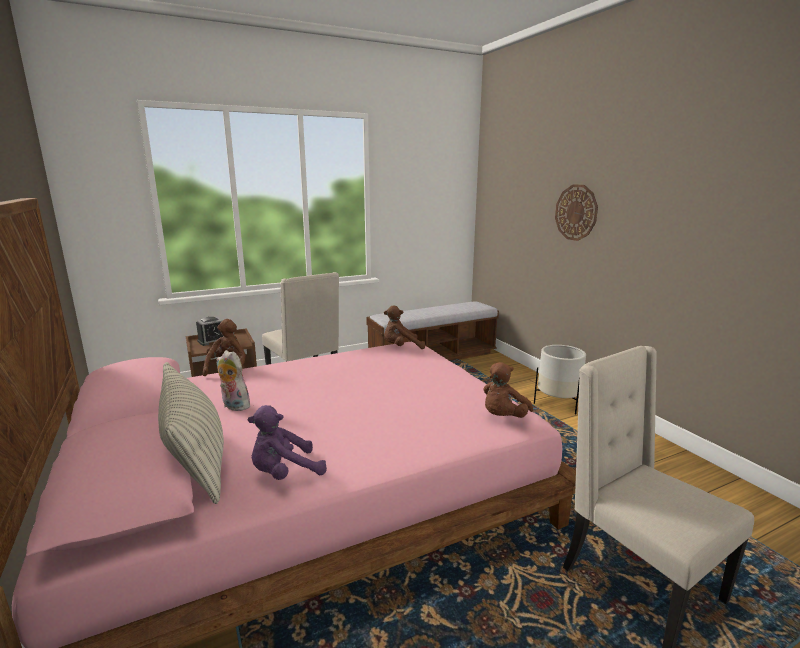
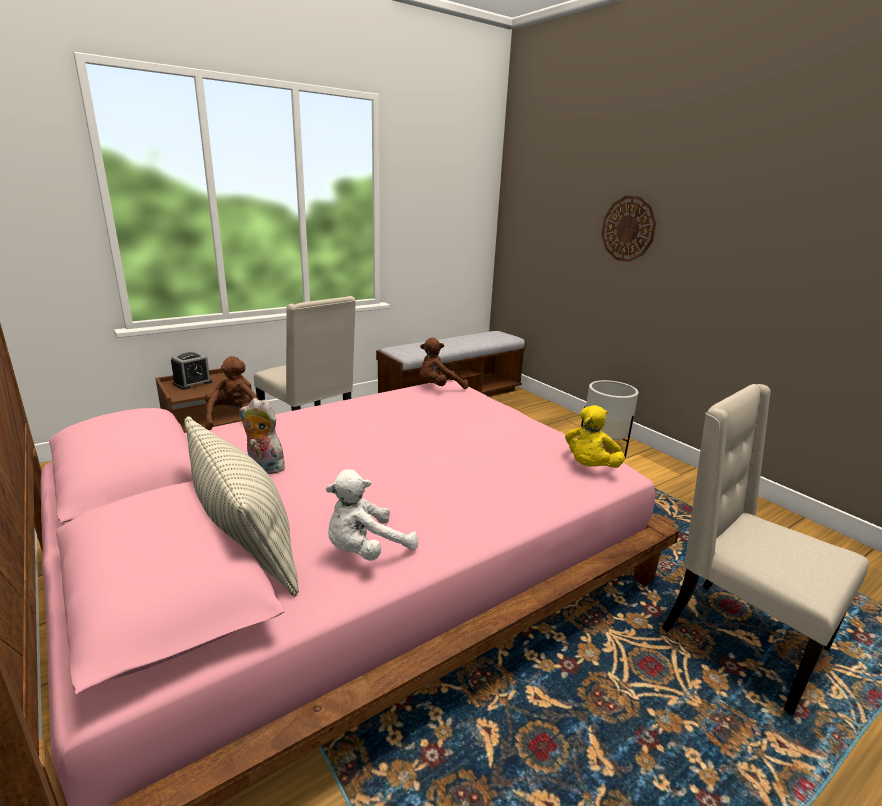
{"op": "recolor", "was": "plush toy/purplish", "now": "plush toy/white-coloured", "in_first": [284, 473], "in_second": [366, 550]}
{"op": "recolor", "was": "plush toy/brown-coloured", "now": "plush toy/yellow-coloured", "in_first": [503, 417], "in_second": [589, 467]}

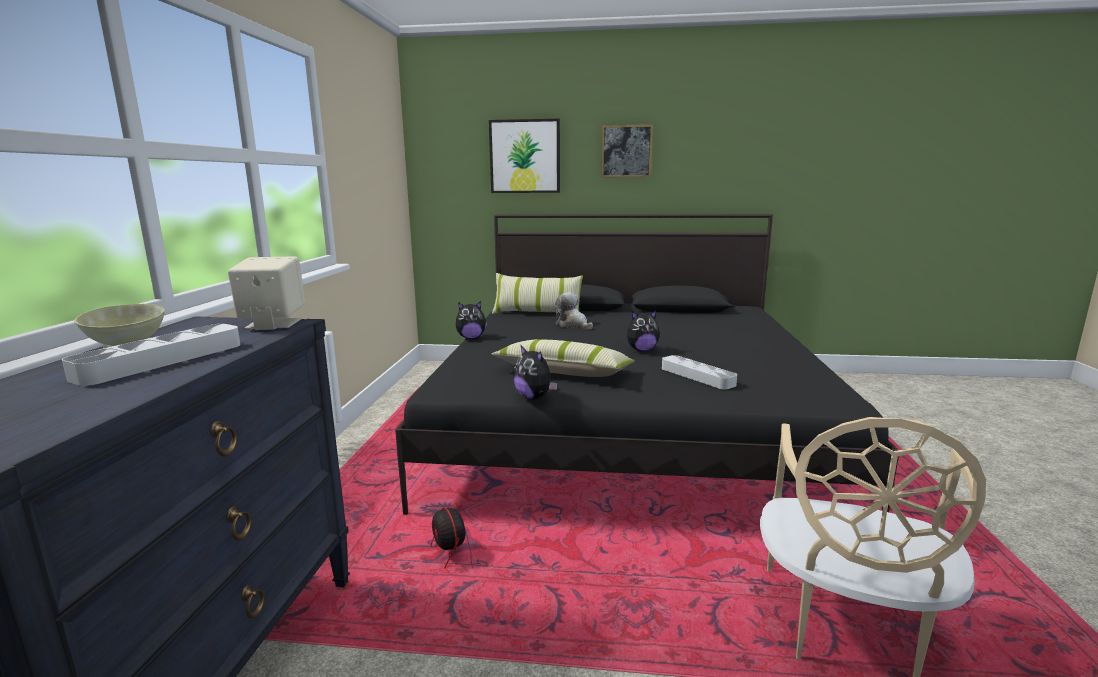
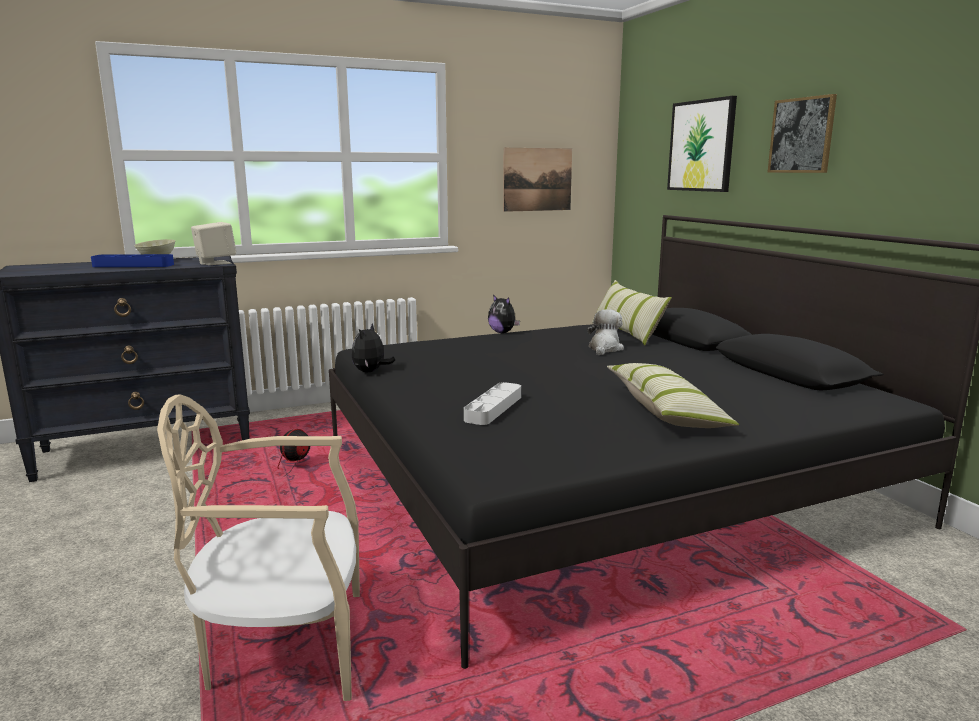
{"op": "delete", "was": "plush toy", "in_first": [641, 350]}
{"op": "insert", "now": "wall picture", "in_second": [537, 179]}
{"op": "move", "was": "cushion", "in_first": [564, 372], "in_second": [665, 411]}
{"op": "recolor", "was": "tray/greyish", "now": "tray/blue-coloured", "in_first": [162, 360], "in_second": [133, 265]}

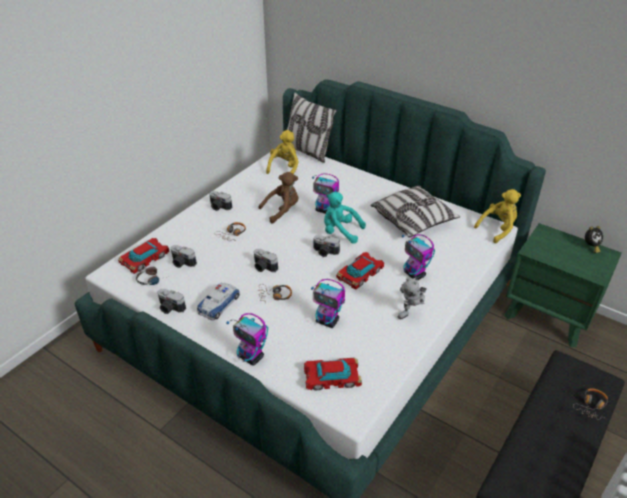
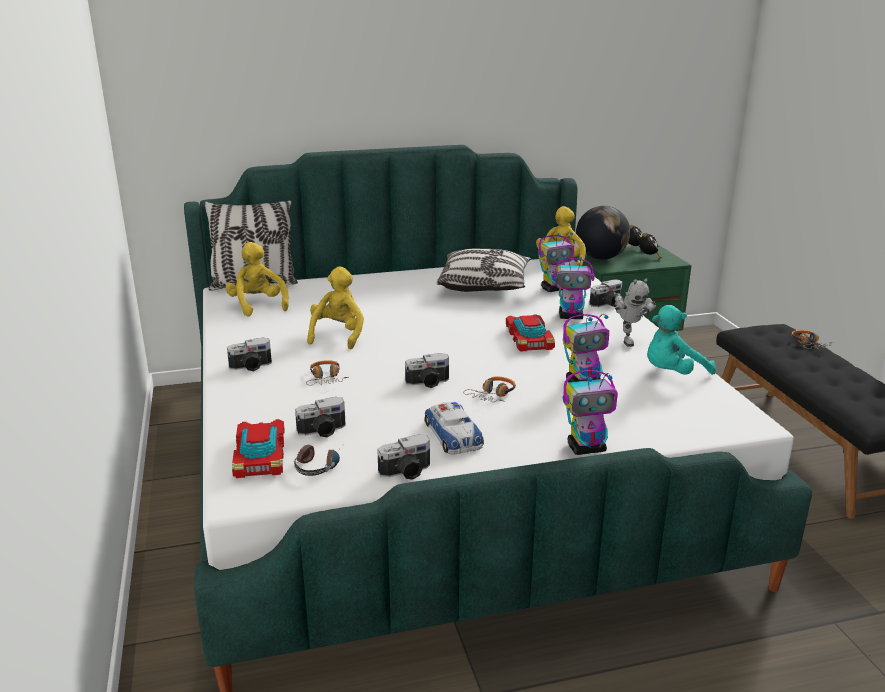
{"op": "delete", "was": "miniature car", "in_first": [332, 377]}
{"op": "insert", "now": "desk globe", "in_second": [600, 258]}
{"op": "insert", "now": "alarm clock", "in_second": [648, 257]}
{"op": "move", "was": "toy robot", "in_first": [325, 210], "in_second": [555, 289]}
{"op": "move", "was": "photo camera", "in_first": [325, 252], "in_second": [608, 304]}
{"op": "move", "was": "plush toy/turquoise-coloured", "in_first": [340, 232], "in_second": [672, 373]}
{"op": "recolor", "was": "plush toy/brown-coloured", "now": "plush toy/yellow-coloured", "in_first": [282, 210], "in_second": [338, 335]}

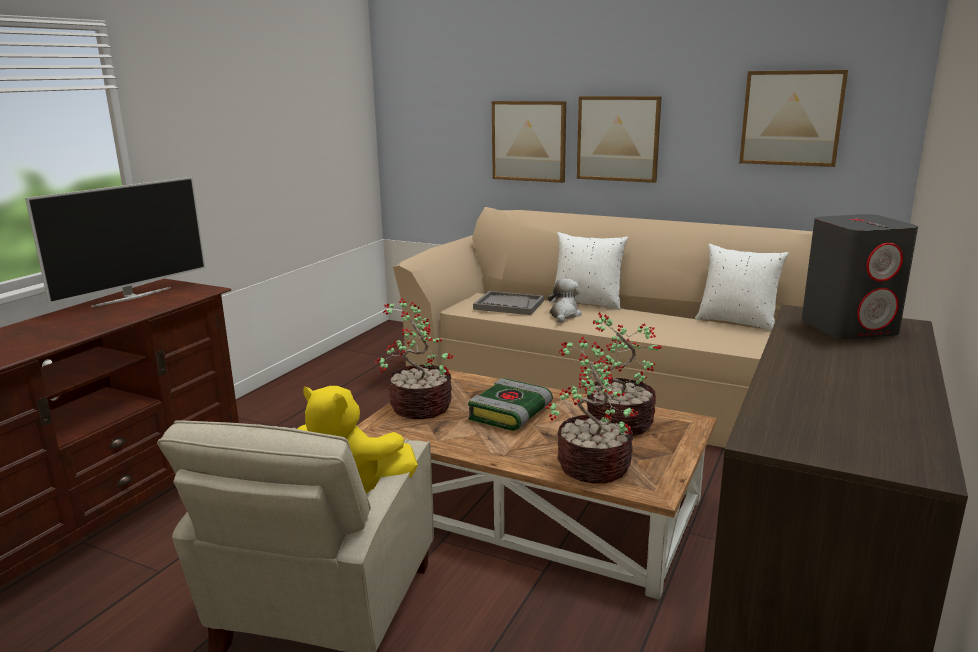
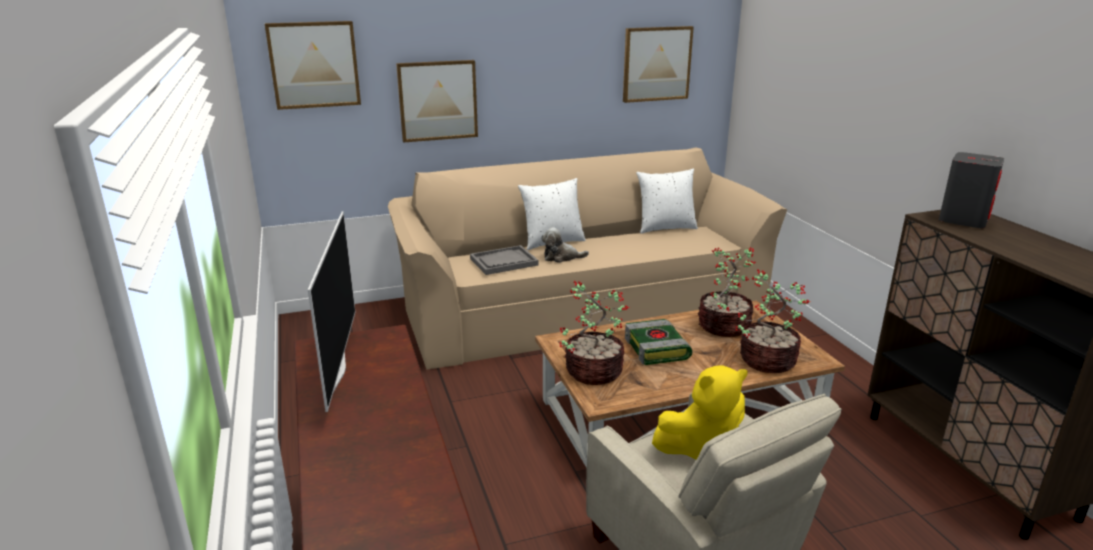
{"op": "move", "was": "wall picture", "in_first": [618, 138], "in_second": [314, 65]}
{"op": "rotate", "was": "plush toy", "in_first": [564, 315], "in_second": [561, 257], "clockwise": -60}

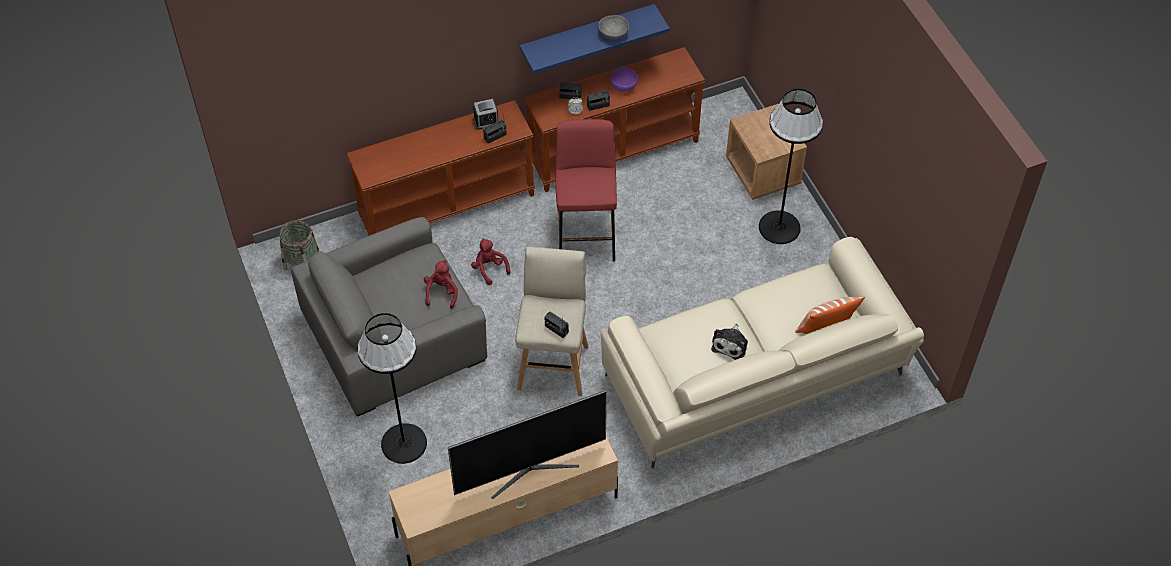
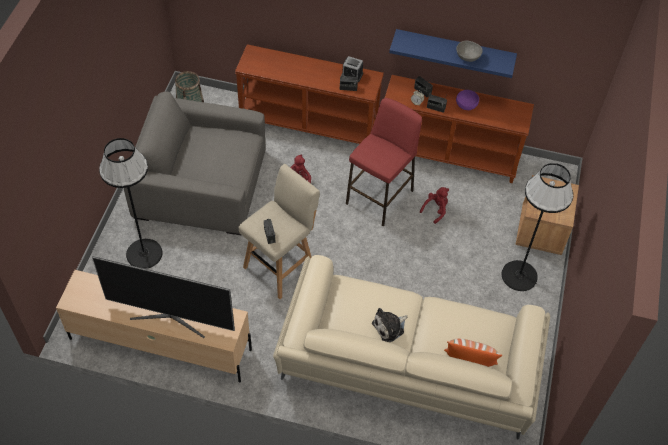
{"op": "move", "was": "plush toy/reddish", "in_first": [441, 292], "in_second": [435, 210]}

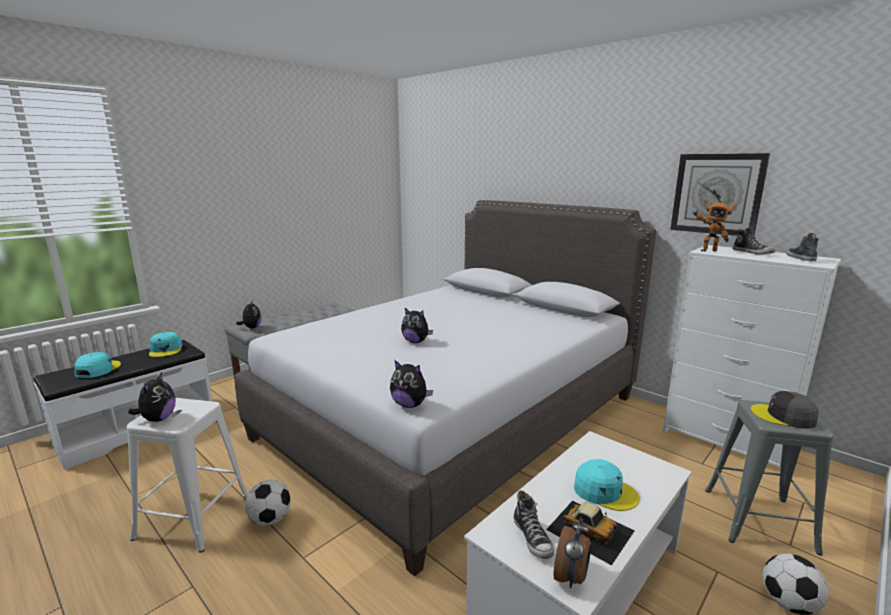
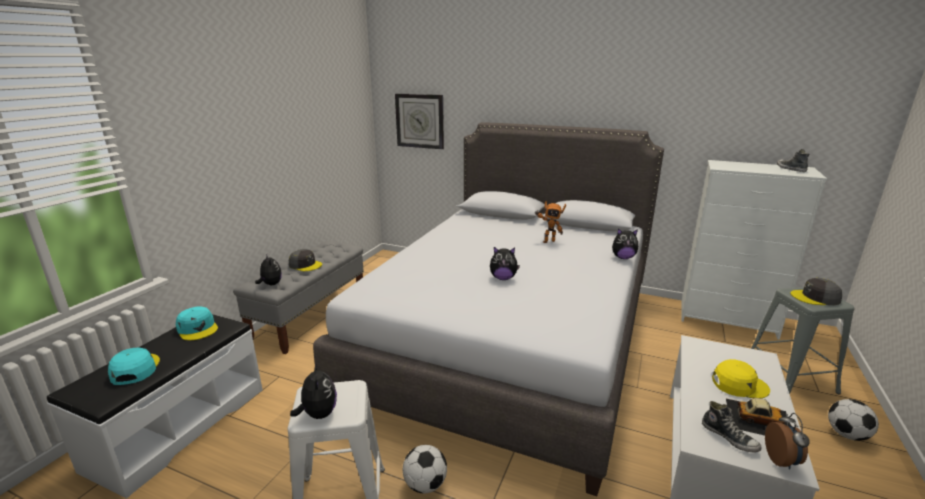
{"op": "delete", "was": "low shoe", "in_first": [752, 253]}
{"op": "insert", "now": "peaked cap/greyish", "in_second": [305, 265]}
{"op": "move", "was": "plush toy", "in_first": [410, 405], "in_second": [623, 257]}
{"op": "move", "was": "hanging clock", "in_first": [717, 194], "in_second": [420, 121]}
{"op": "move", "was": "toy robot", "in_first": [707, 250], "in_second": [548, 241]}
{"op": "recolor", "was": "peaked cap/turquoise-coloured", "now": "peaked cap/yellow-coloured", "in_first": [604, 491], "in_second": [739, 384]}

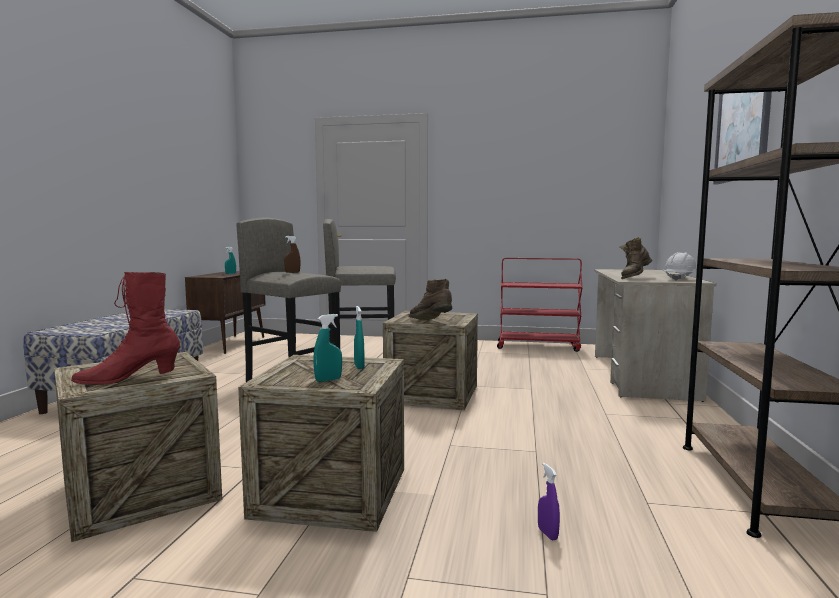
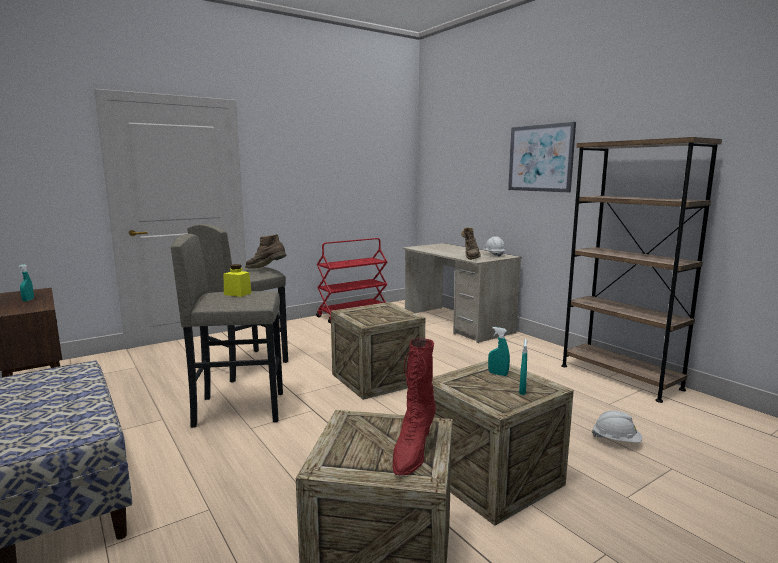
{"op": "move", "was": "boot/brown-coloured", "in_first": [431, 322], "in_second": [266, 269]}
{"op": "replace", "was": "sprayer/brown-coloured", "now": "storage jar/yellow-coloured", "in_first": [292, 272], "in_second": [237, 294]}
{"op": "replace", "was": "sprayer/purplish", "now": "safety helmet/white-coloured", "in_first": [547, 534], "in_second": [616, 440]}

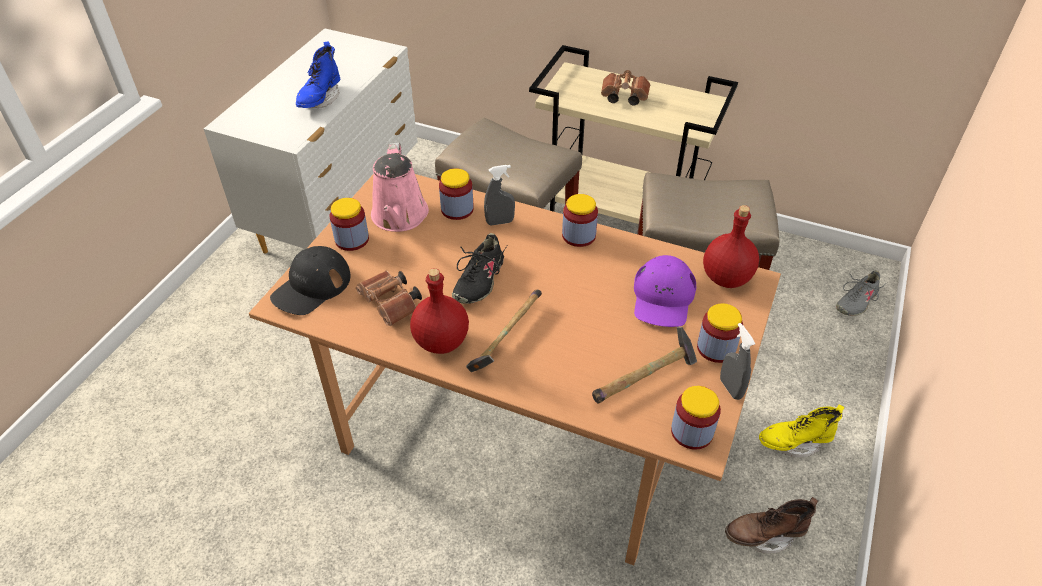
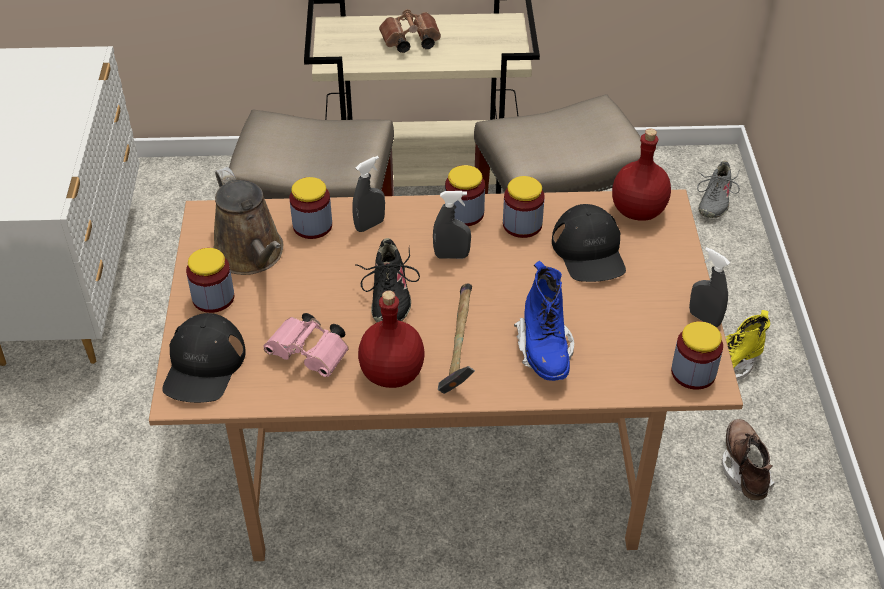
{"op": "delete", "was": "tool hammer", "in_first": [646, 379]}
{"op": "insert", "now": "sprayer/greyish", "in_second": [451, 256]}
{"op": "move", "was": "boot/blue-coloured", "in_first": [320, 99], "in_second": [544, 350]}
{"op": "move", "was": "storage jar", "in_first": [716, 348], "in_second": [522, 224]}
{"op": "recolor", "was": "pair of binoculars/brown-coloured", "now": "pair of binoculars/pink", "in_first": [391, 305], "in_second": [311, 355]}
{"op": "recolor", "was": "watering pot/pink", "now": "watering pot/brown-coloured", "in_first": [399, 217], "in_second": [252, 255]}
{"op": "recolor", "was": "peaked cap/purplish", "now": "peaked cap/black-coloured", "in_first": [663, 298], "in_second": [589, 251]}
{"op": "rotate", "was": "boot/brown-coloured", "in_first": [764, 535], "in_second": [744, 469], "clockwise": 120}

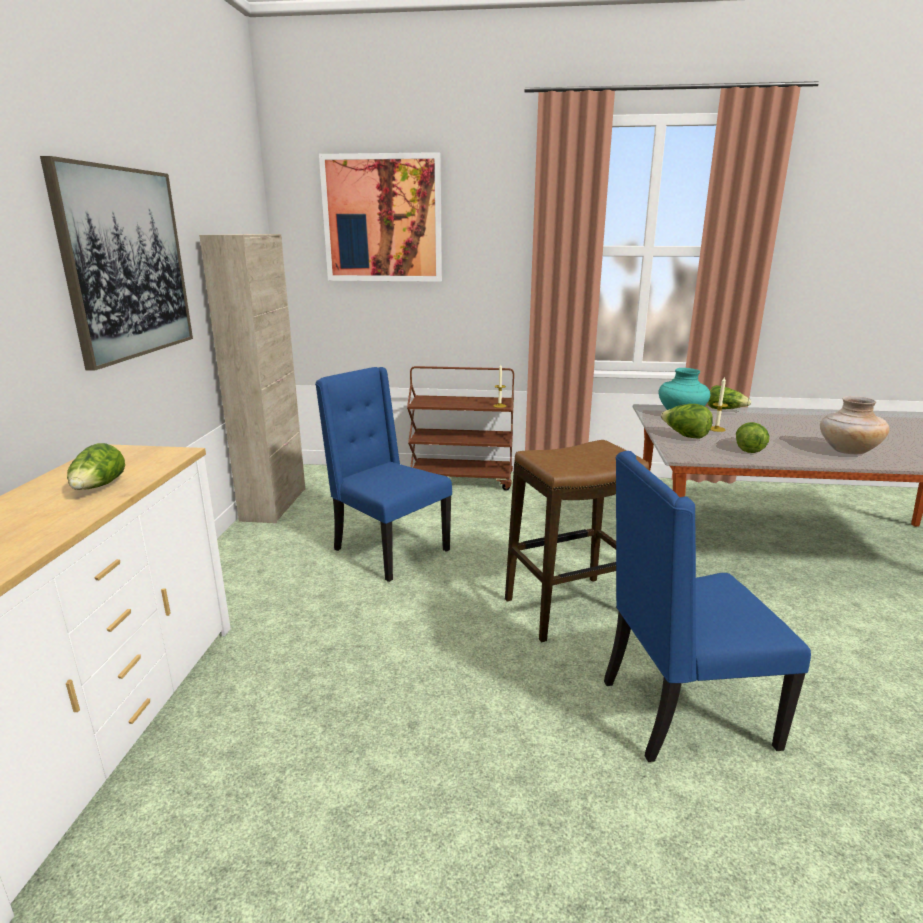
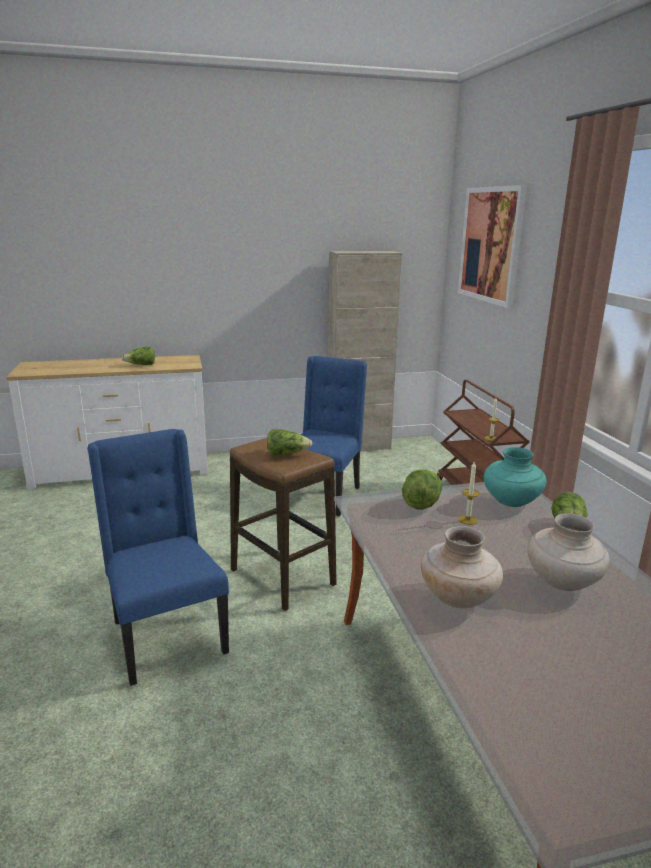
{"op": "delete", "was": "wall picture", "in_first": [125, 264]}
{"op": "insert", "now": "vase/sand-coloured", "in_second": [562, 582]}
{"op": "move", "was": "lettuce head", "in_first": [748, 448], "in_second": [287, 454]}

